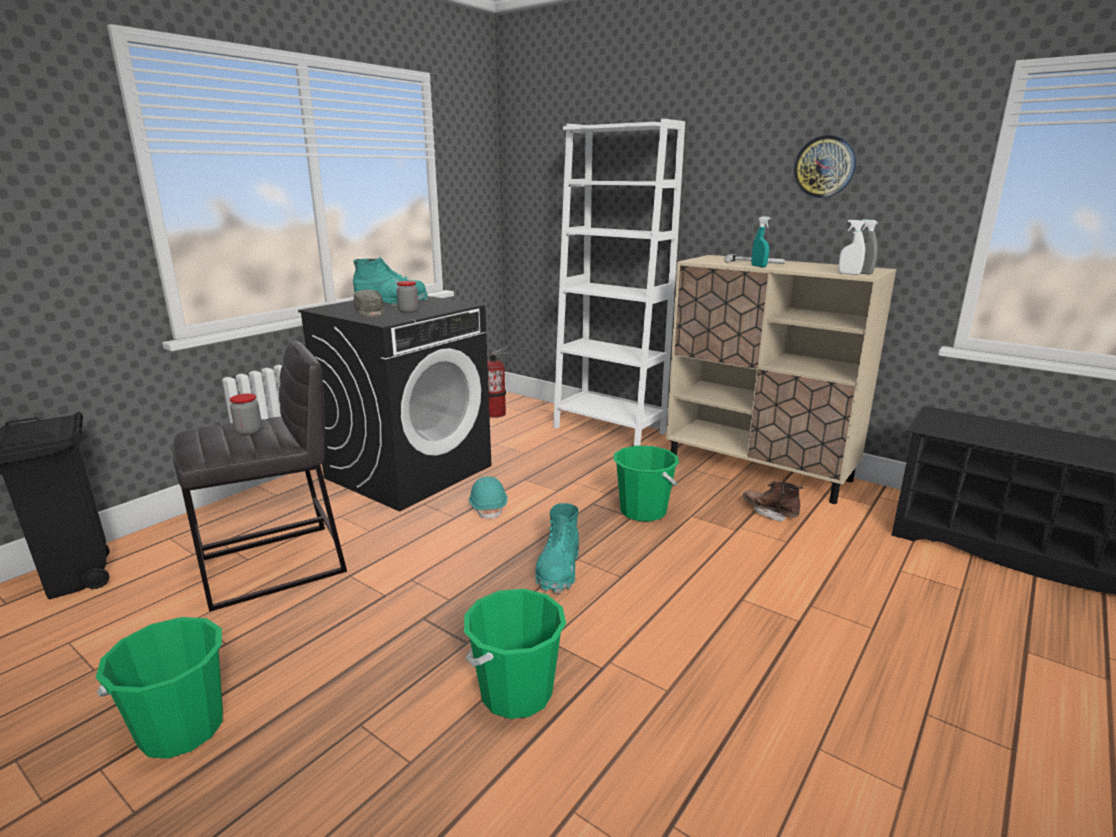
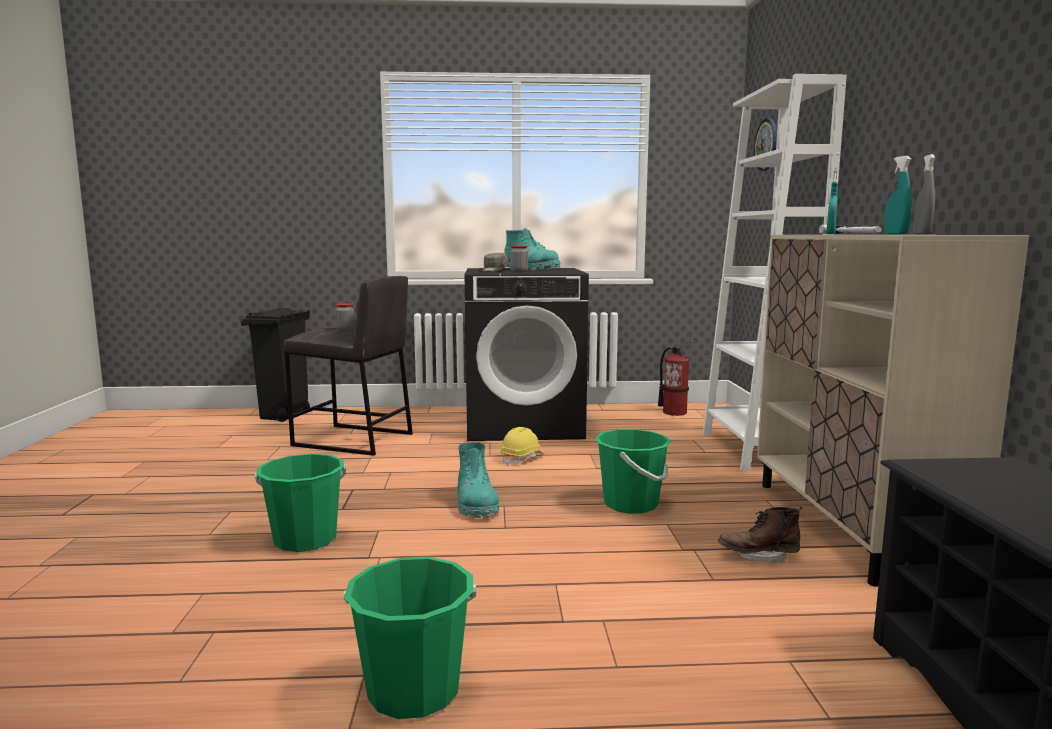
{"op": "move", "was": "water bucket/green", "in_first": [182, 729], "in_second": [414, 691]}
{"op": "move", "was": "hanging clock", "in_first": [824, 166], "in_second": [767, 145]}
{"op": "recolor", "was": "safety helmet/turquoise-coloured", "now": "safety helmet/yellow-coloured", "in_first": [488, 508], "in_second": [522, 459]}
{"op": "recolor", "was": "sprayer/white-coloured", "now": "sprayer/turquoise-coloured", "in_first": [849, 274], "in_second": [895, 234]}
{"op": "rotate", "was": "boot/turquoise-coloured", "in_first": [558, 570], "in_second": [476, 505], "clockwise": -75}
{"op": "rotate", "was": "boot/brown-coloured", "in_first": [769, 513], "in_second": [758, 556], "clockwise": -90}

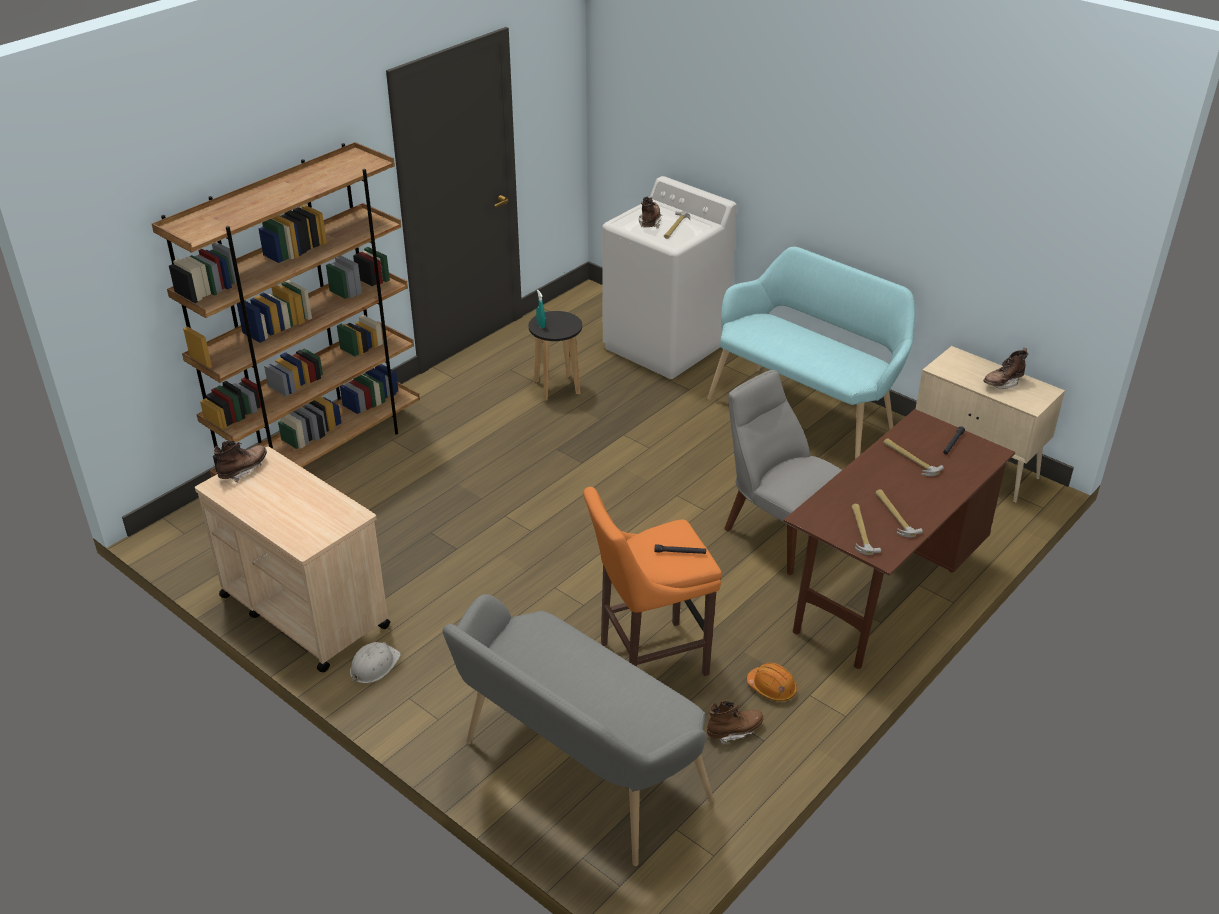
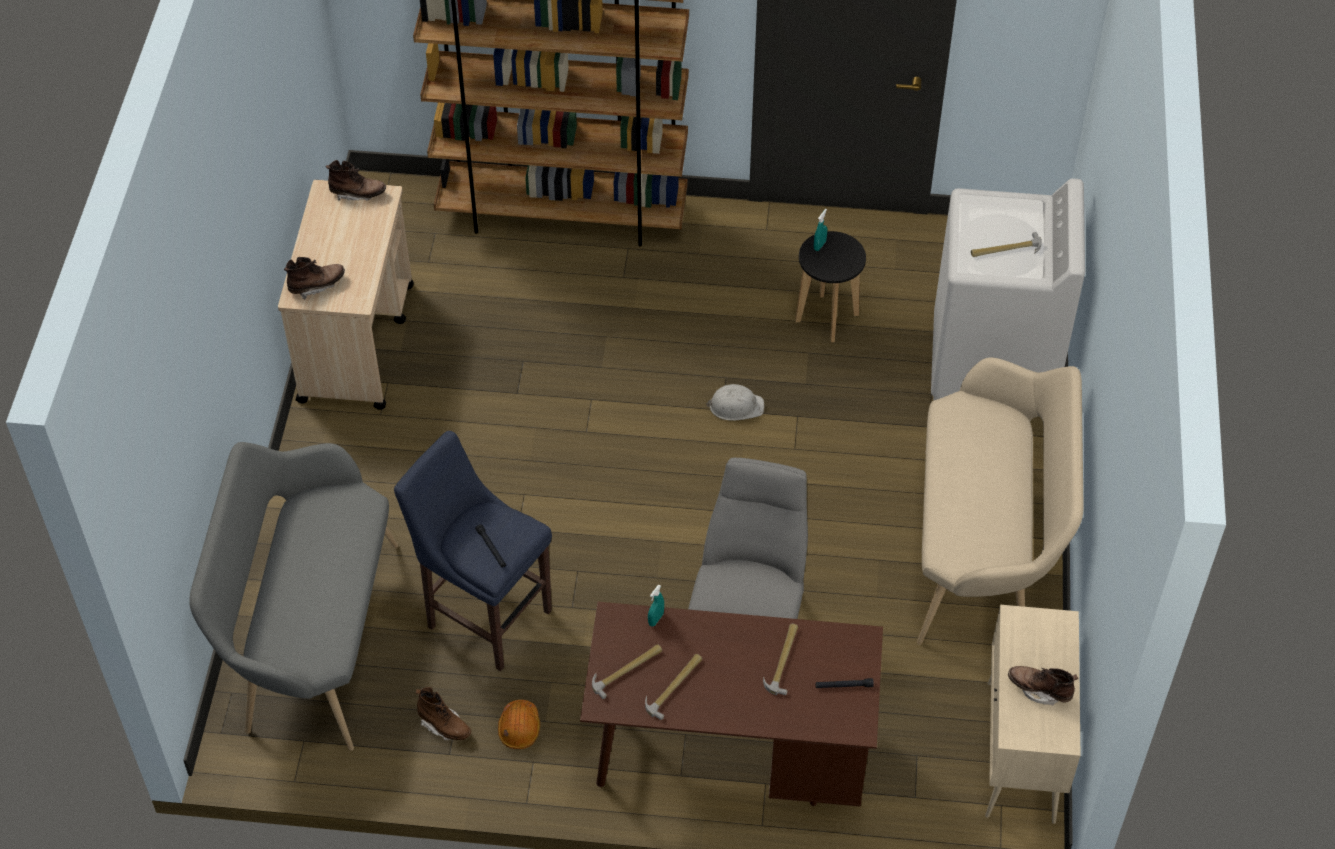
{"op": "insert", "now": "sprayer/turquoise-coloured", "in_second": [656, 619]}
{"op": "move", "was": "safety helmet/white-coloured", "in_first": [374, 665], "in_second": [735, 406]}
{"op": "move", "was": "boot/brown-coloured", "in_first": [650, 222], "in_second": [317, 285]}
{"op": "recolor", "was": "sitting stool/orange-coloured", "now": "sitting stool/blue-coloured", "in_first": [648, 659], "in_second": [485, 615]}
{"op": "recolor", "was": "bench/turquoise-coloured", "now": "bench/sand-coloured", "in_first": [806, 412], "in_second": [984, 550]}

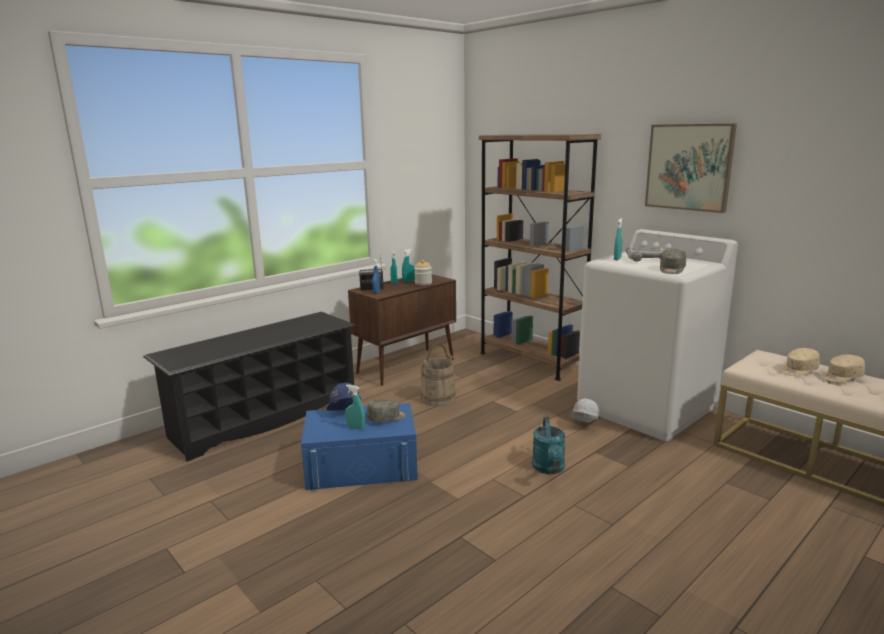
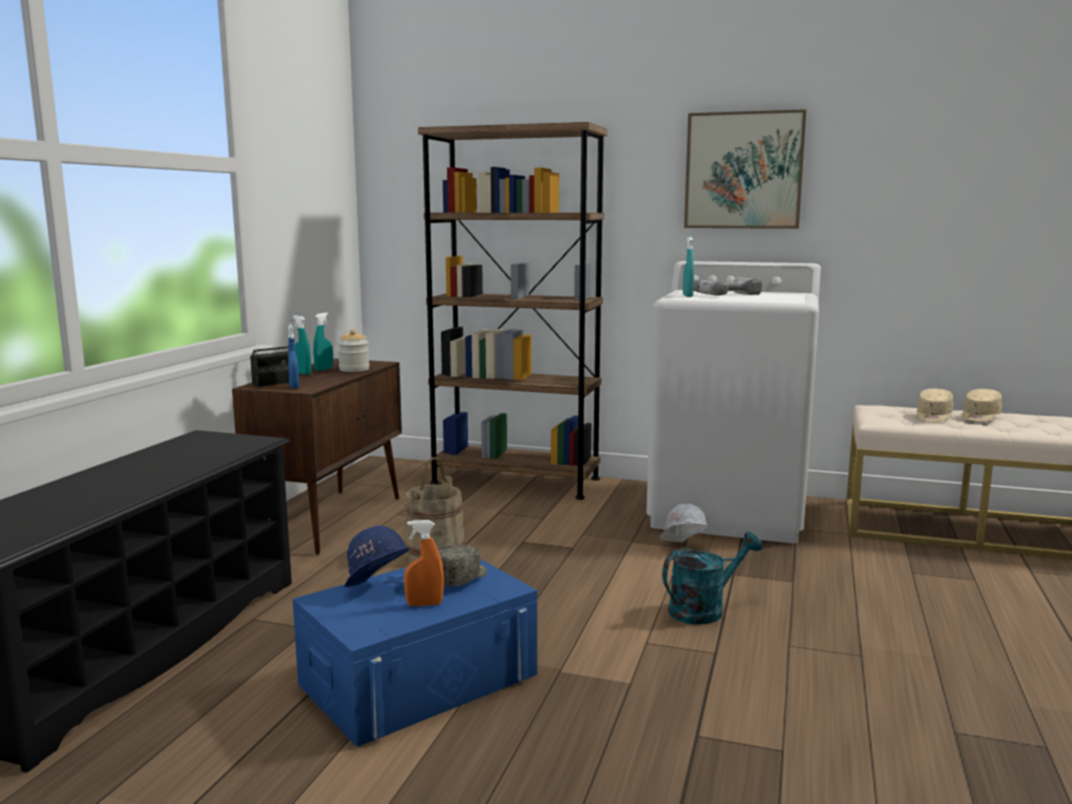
{"op": "delete", "was": "peaked cap/greyish", "in_first": [671, 269]}
{"op": "recolor", "was": "sprayer/turquoise-coloured", "now": "sprayer/orange-coloured", "in_first": [356, 428], "in_second": [424, 604]}
{"op": "rotate", "was": "watering pot/turquoise-coloured", "in_first": [549, 469], "in_second": [704, 609], "clockwise": -90}

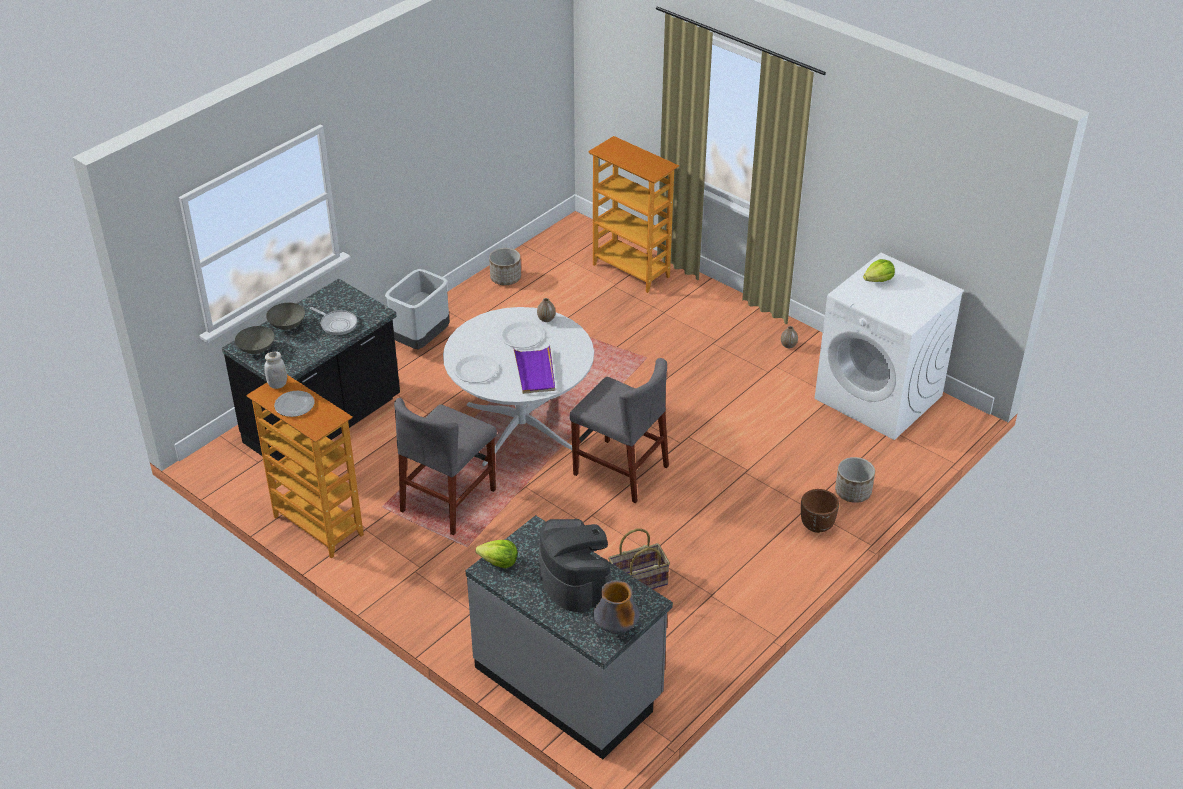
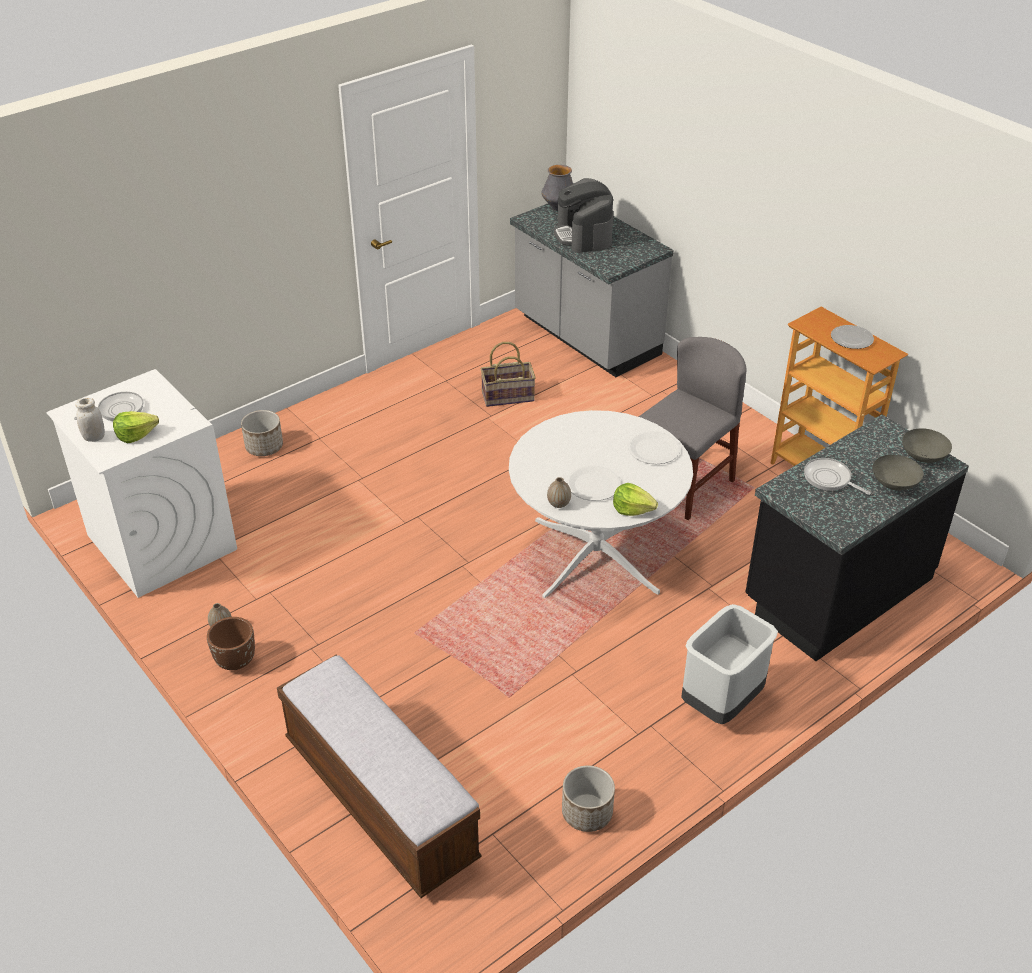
{"op": "delete", "was": "tray/purplish", "in_first": [535, 372]}
{"op": "delete", "was": "upright chair/greyish", "in_first": [620, 470]}
{"op": "insert", "now": "pan", "in_second": [118, 410]}
{"op": "move", "was": "storage jar/white-coloured", "in_first": [277, 384], "in_second": [94, 437]}
{"op": "move", "was": "lettuce head", "in_first": [499, 562], "in_second": [632, 509]}
{"op": "move", "was": "flower pot/brown-coloured", "in_first": [817, 526], "in_second": [235, 661]}
{"op": "replace", "was": "shelving unit", "now": "bench", "in_first": [631, 270], "in_second": [380, 799]}

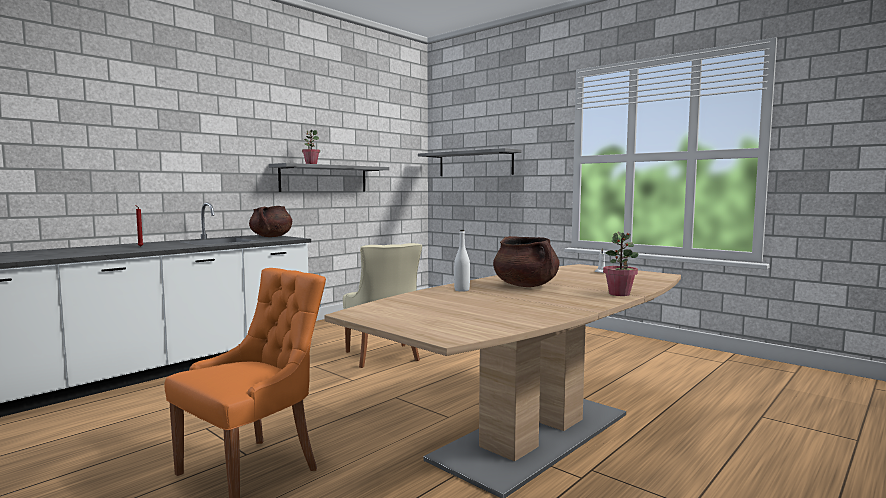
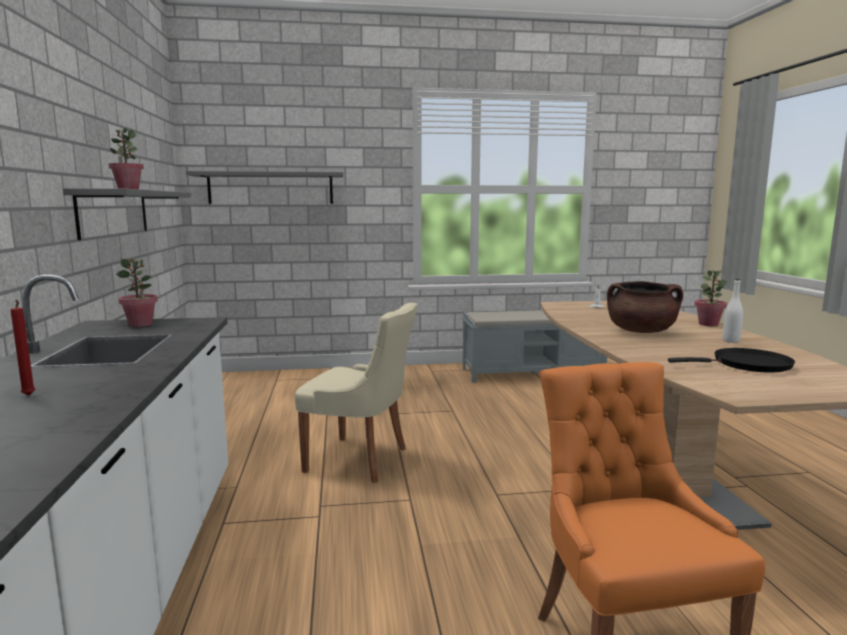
{"op": "insert", "now": "bench/greyish", "in_second": [533, 373]}
{"op": "insert", "now": "pan/black-coloured", "in_second": [747, 365]}
{"op": "move", "was": "drink bottle/white-coloured", "in_first": [461, 290], "in_second": [731, 341]}
{"op": "replace", "was": "saucepot/brown-coloured", "now": "houseplant", "in_first": [271, 237], "in_second": [141, 324]}

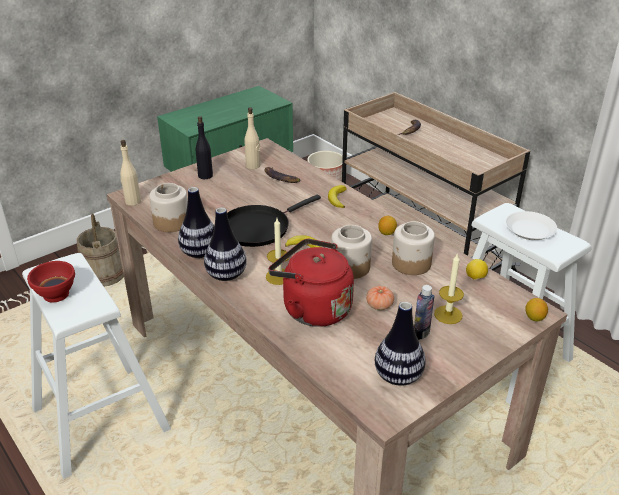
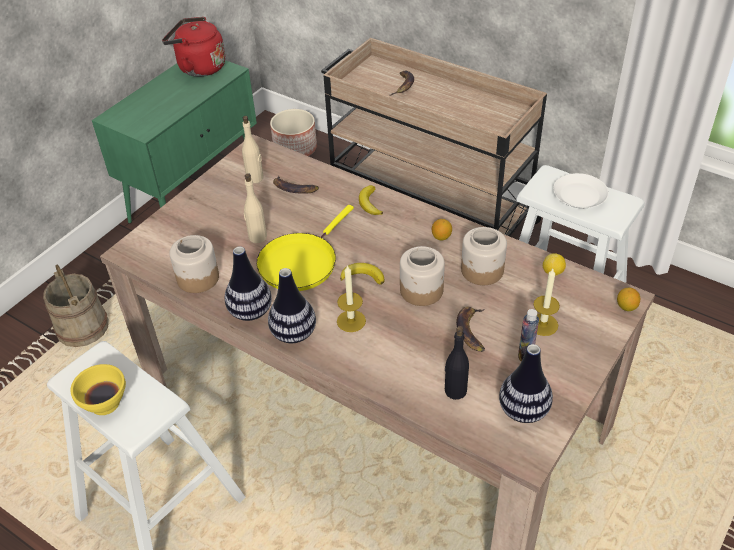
{"op": "move", "was": "drink bottle/sand-coloured", "in_first": [132, 201], "in_second": [257, 237]}
{"op": "move", "was": "drink bottle/black-coloured", "in_first": [205, 175], "in_second": [455, 391]}
{"op": "move", "was": "water kettle/reddish", "in_first": [312, 308], "in_second": [199, 67]}
{"op": "replace", "was": "tomato", "now": "banana fruit", "in_first": [379, 305], "in_second": [471, 331]}
{"op": "recolor", "was": "bowl/reddish", "now": "bowl/yellow-coloured", "in_first": [55, 295], "in_second": [104, 404]}
{"op": "recolor", "was": "pan/black-coloured", "now": "pan/yellow-coloured", "in_first": [258, 228], "in_second": [300, 262]}

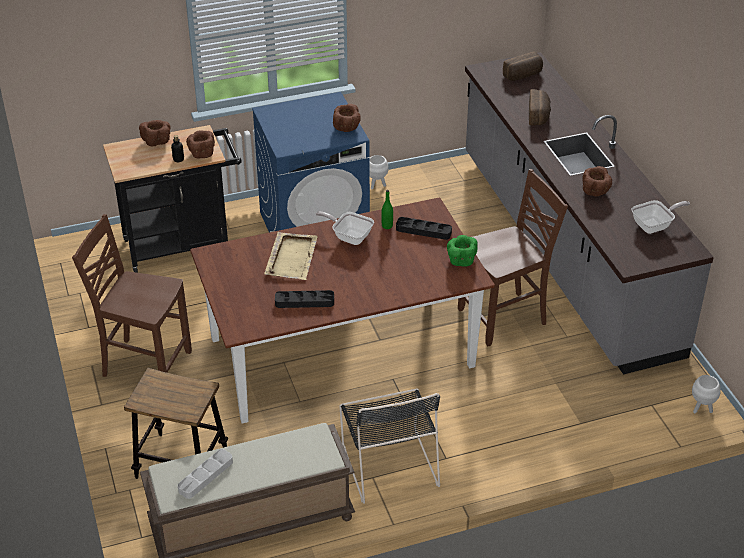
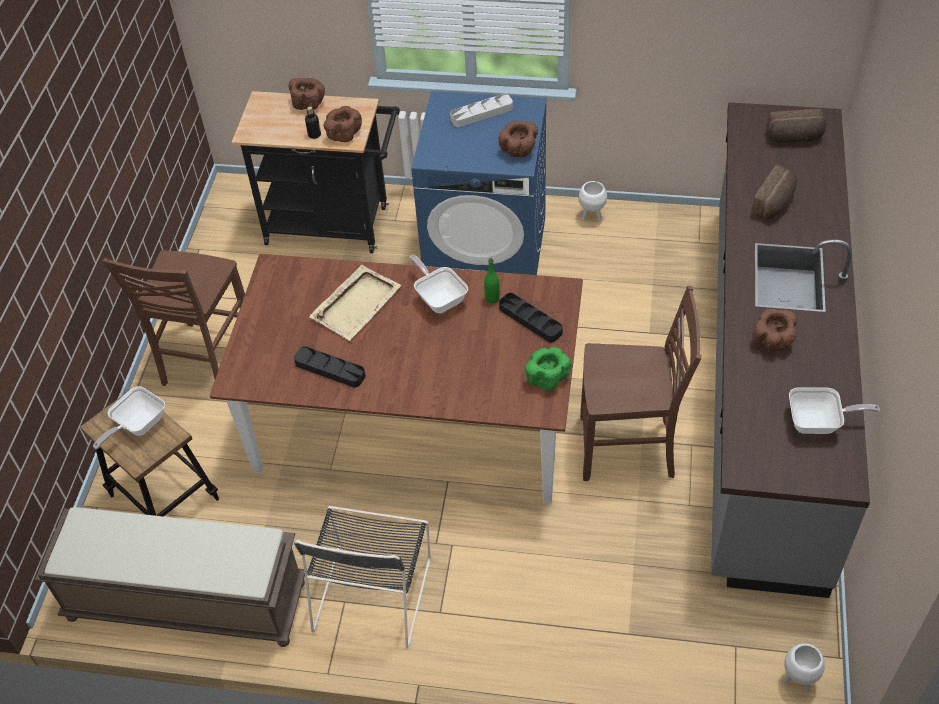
{"op": "insert", "now": "pan", "in_second": [137, 426]}
{"op": "move", "was": "tray/greyish", "in_first": [205, 476], "in_second": [481, 113]}
{"op": "rotate", "was": "upright chair/brown-coloured", "in_first": [145, 364], "in_second": [206, 360], "clockwise": -120}

